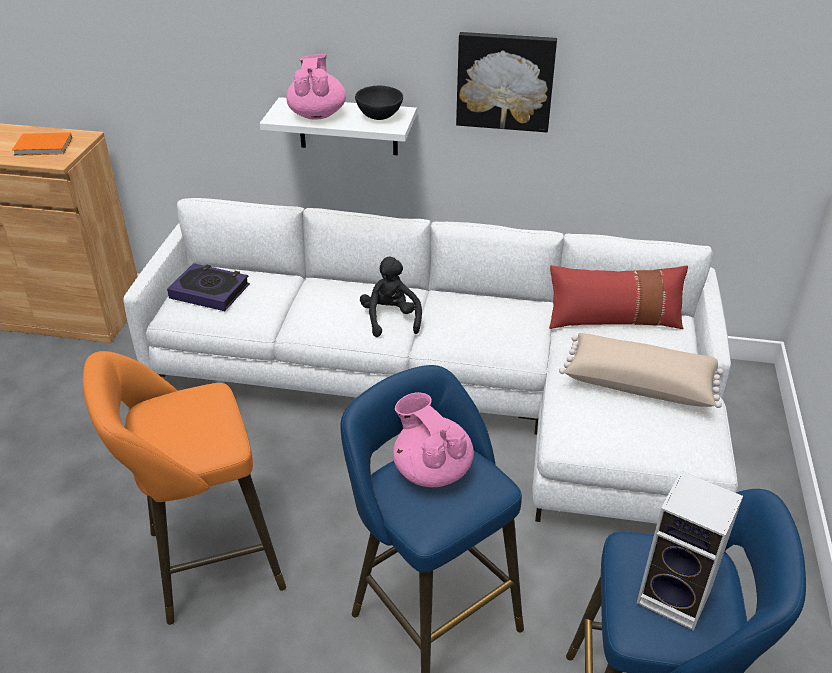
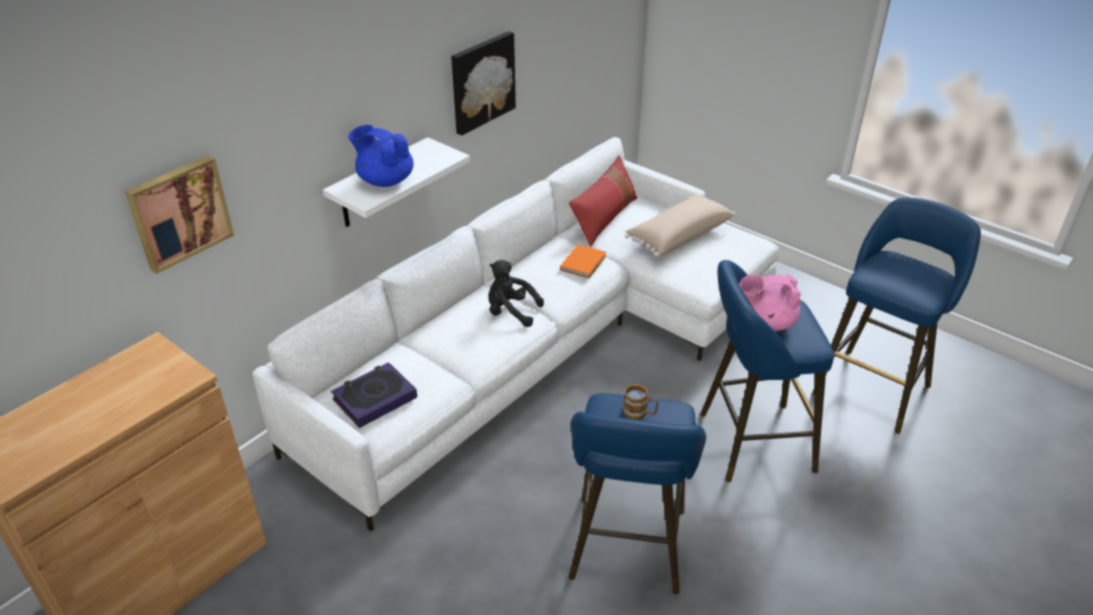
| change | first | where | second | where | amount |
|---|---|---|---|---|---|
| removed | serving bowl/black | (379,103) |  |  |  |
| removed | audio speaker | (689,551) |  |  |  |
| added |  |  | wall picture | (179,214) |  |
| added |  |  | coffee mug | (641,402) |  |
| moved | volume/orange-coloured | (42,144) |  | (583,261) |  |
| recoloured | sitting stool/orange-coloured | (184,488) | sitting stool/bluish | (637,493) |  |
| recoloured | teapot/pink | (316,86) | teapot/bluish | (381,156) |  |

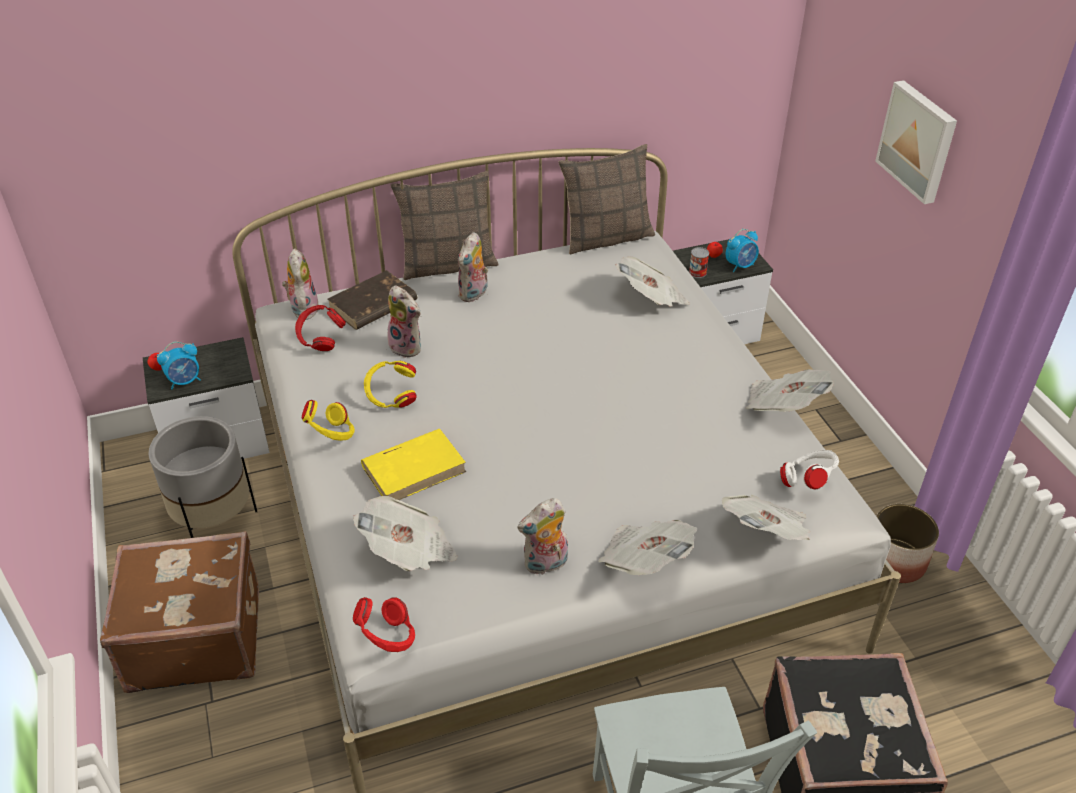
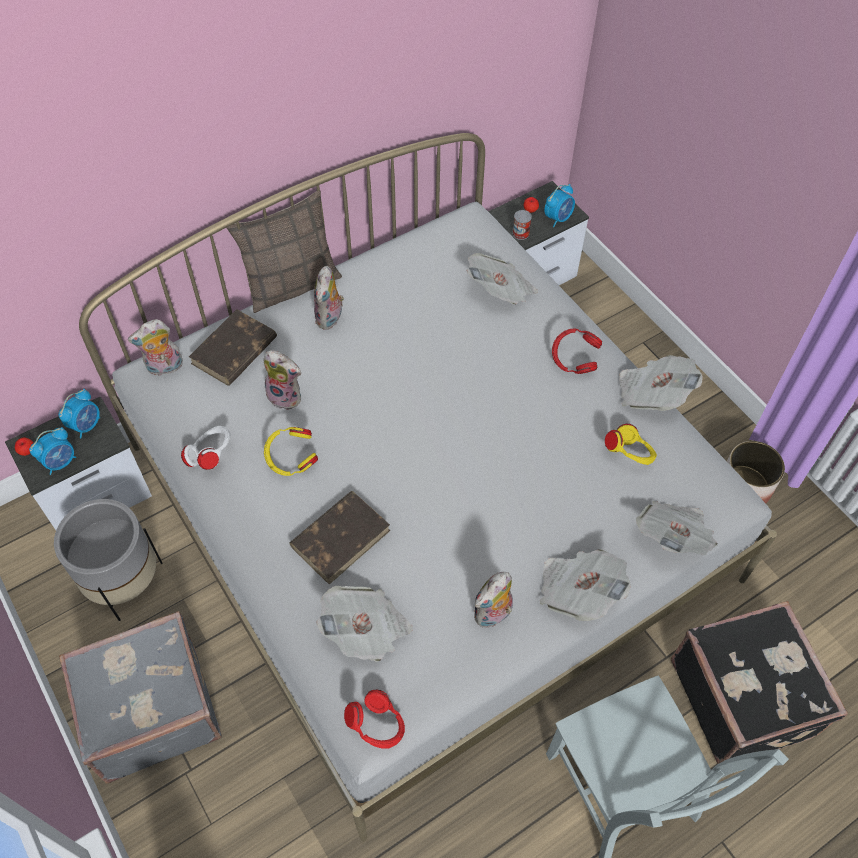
| change | first | where | second | where | amount |
|---|---|---|---|---|---|
| removed | cushion | (607,199) |  |  |  |
| removed | wall picture | (916,142) |  |  |  |
| added |  |  | alarm clock | (79,414) |  |
| moved | headset/reddish | (320,328) |  | (577,351) |  |
| moved | headset/yellow-coloured | (328,420) |  | (631,444) |  |
| moved | headset/white-coloured | (809,470) |  | (206,448) |  |
| recoloured | suitcase/brown | (179,612) | suitcase/grey | (140,697) |  |
| recoloured | volume/yellow-coloured | (413,464) | volume/brown | (339,537) |  |
| turned | soft toy | (300,284) |  | (155,347) | 90 degrees counterclockwise |

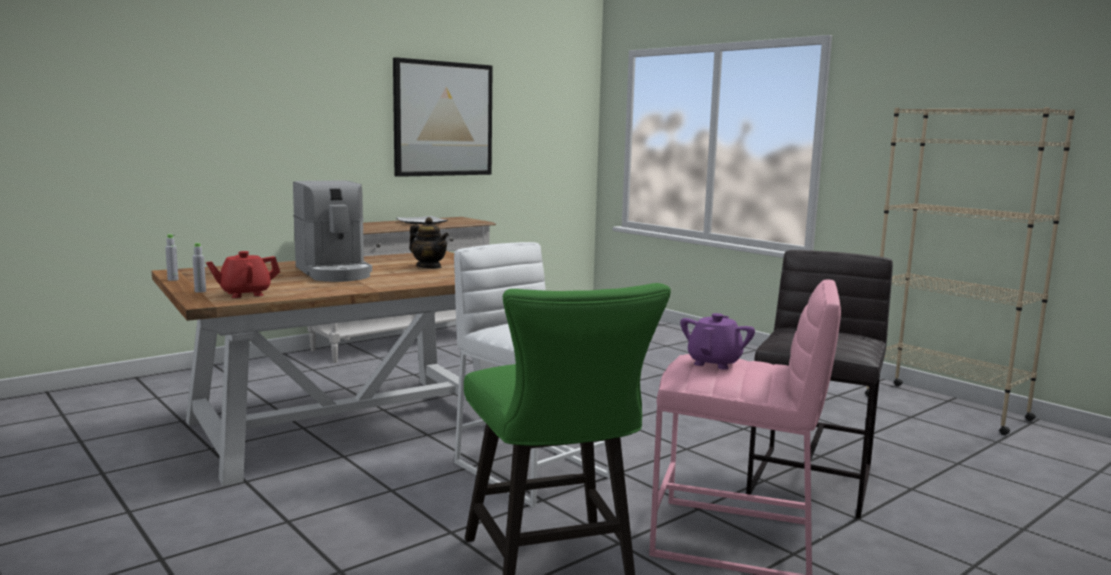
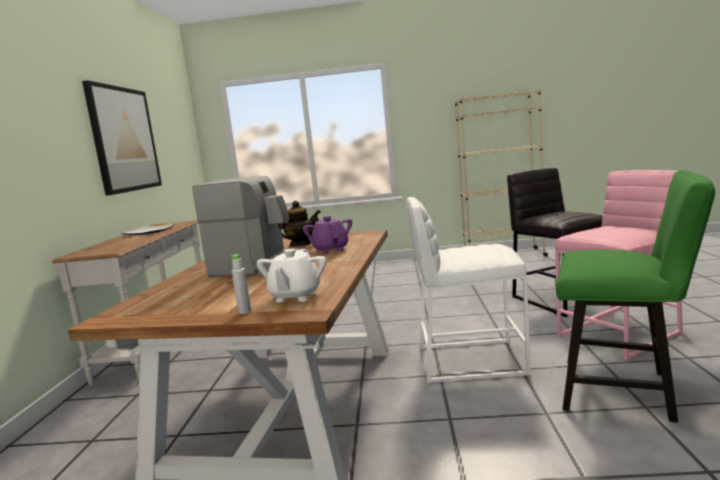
| change | first | where | second | where | amount |
|---|---|---|---|---|---|
| removed | drink bottle/grey | (172,257) |  |  |  |
| moved | teapot/purple-coloured | (717,341) |  | (327,235) |  |
| recoloured | teapot/reddish | (243,274) | teapot/white-coloured | (291,275) |  |

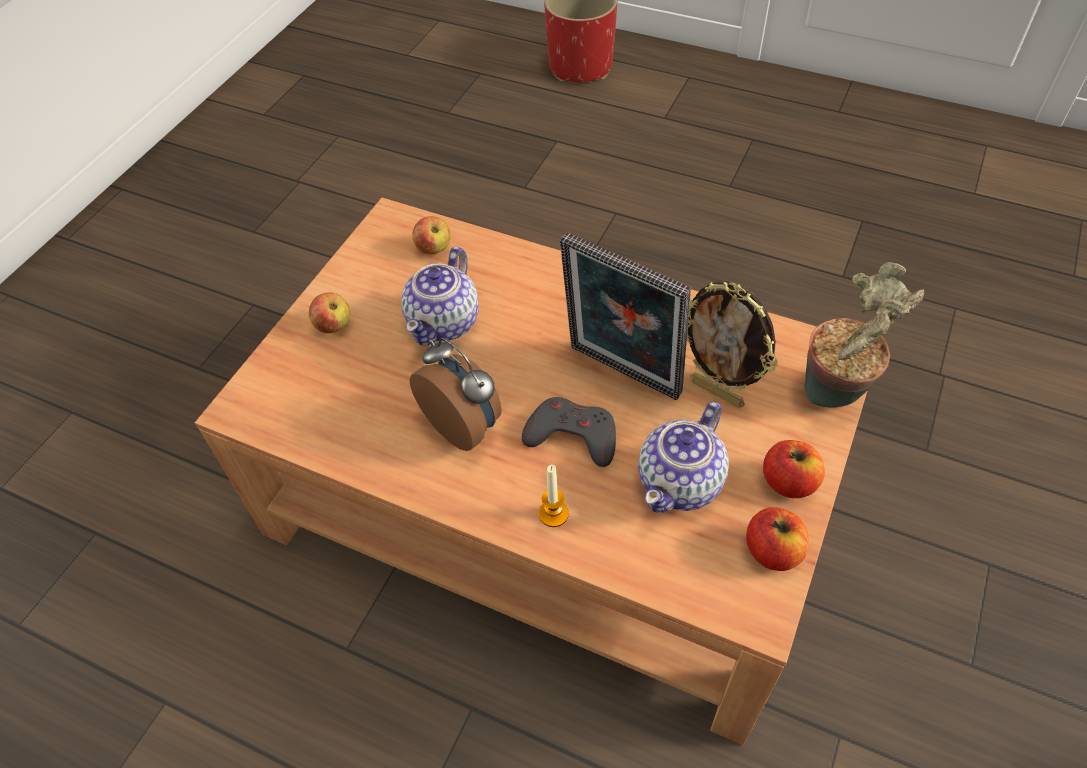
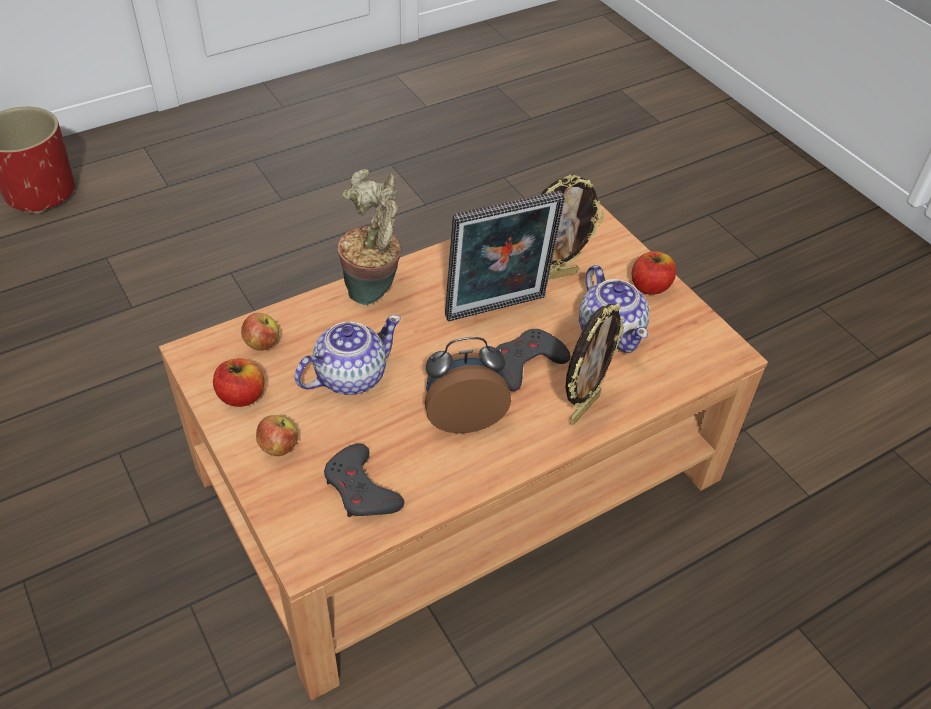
| change | first | where | second | where | amount |
|---|---|---|---|---|---|
| added |  |  | game controller/grey | (364,480) |  |
| moved | apple fruit | (777,539) |  | (239,382) |  |
| moved | plant in a pot | (864,335) |  | (369,237) |  |
| replaced | wax candle | (554,496) | standing frame | (594,364) |  |
| turned | teapot | (440,296) |  | (347,355) | 90 degrees counterclockwise |

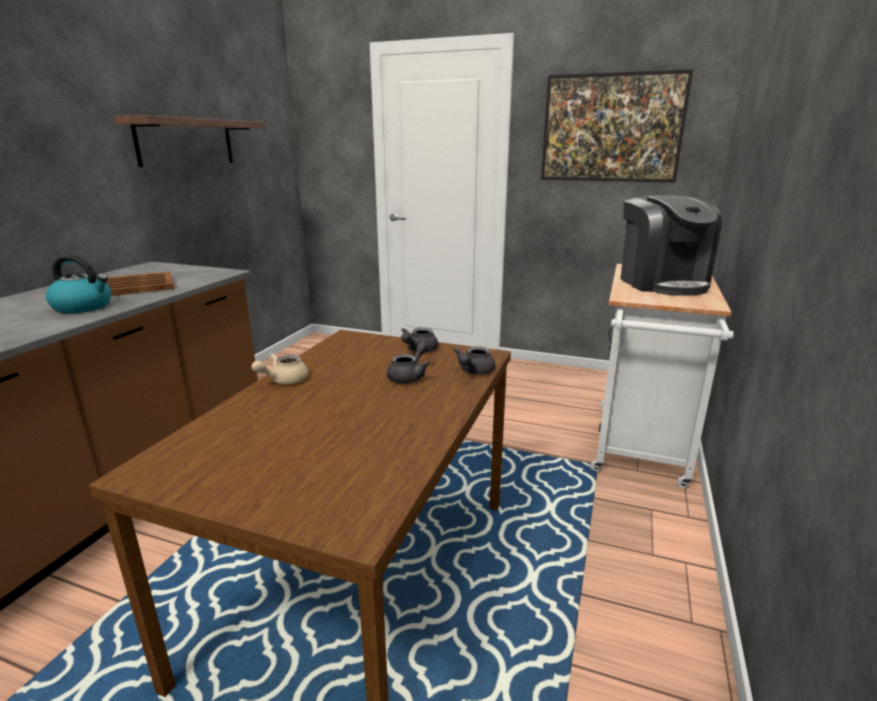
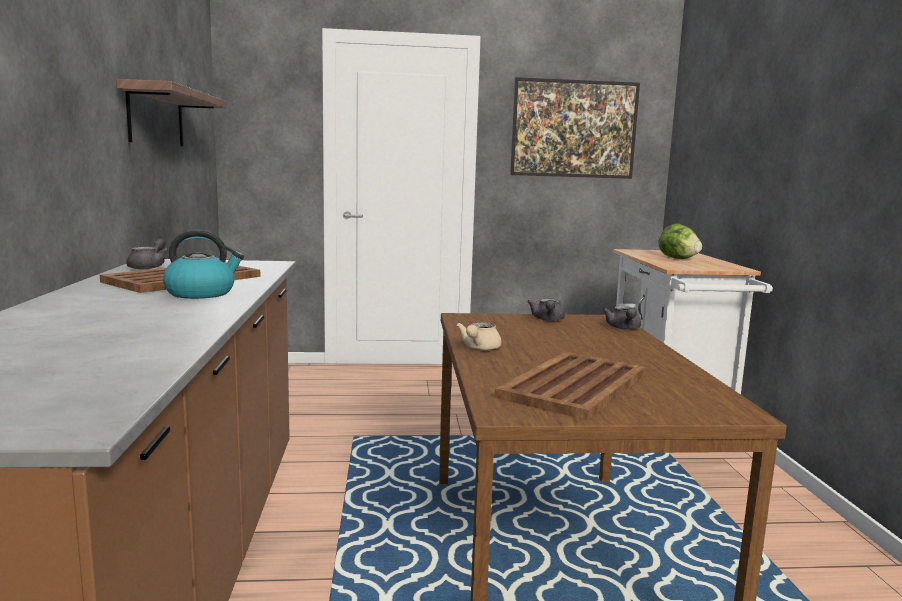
| change | first | where | second | where | amount |
|---|---|---|---|---|---|
| added |  |  | tray/brown | (570,386) |  |
| moved | teapot/grey | (408,362) |  | (147,254) |  |
| replaced | coffee machine | (671,246) | head of lettuce | (680,241) |  |

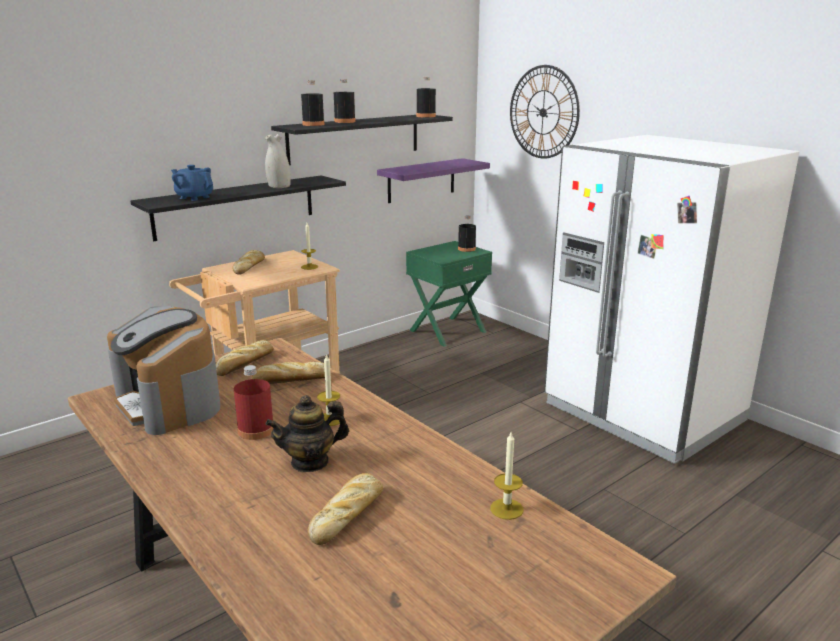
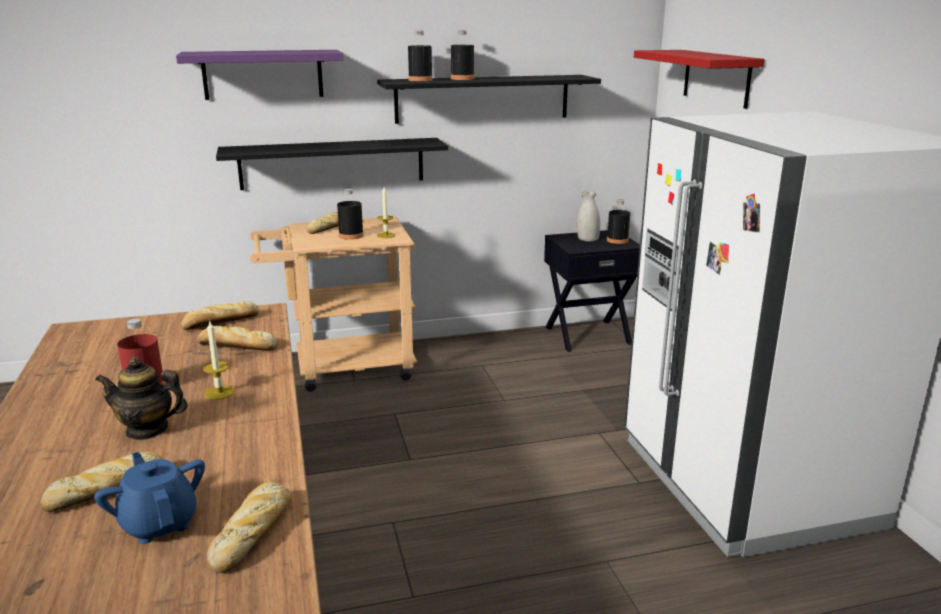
| change | first | where | second | where | amount |
|---|---|---|---|---|---|
| removed | coffee machine | (163,370) |  |  |  |
| moved | teapot/bluish | (192,183) |  | (149,498) |  |
| moved | vase/white-coloured | (278,161) |  | (588,216) |  |
| moved | bracket shelf/purple-coloured | (433,180) |  | (259,75) |  |
| moved | drink bottle/black | (426,97) |  | (350,214) |  |
| replaced | wax candle | (506,476) | bread | (249,527) |  |
| replaced | clock on the wall | (545,112) | bracket shelf/reddish | (699,79) |  |
| recoloured | nightstand/greenish | (449,294) | nightstand/black | (592,291) |  |

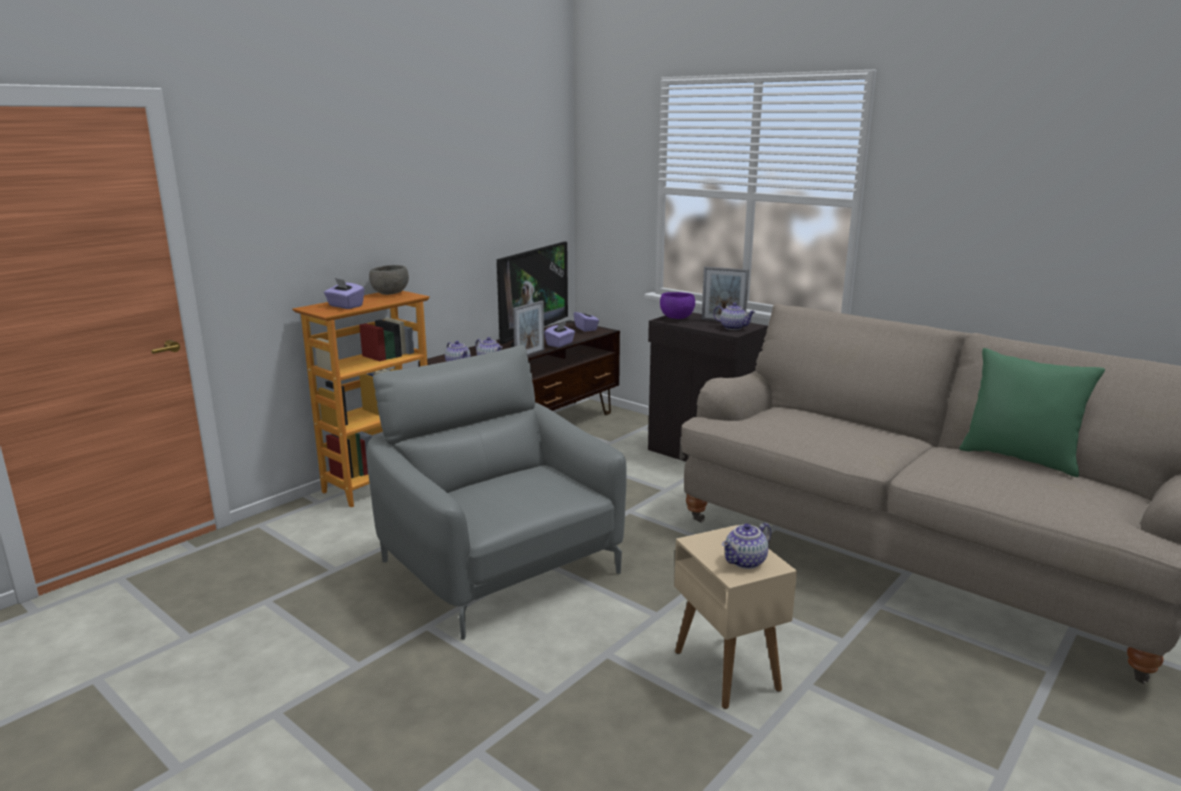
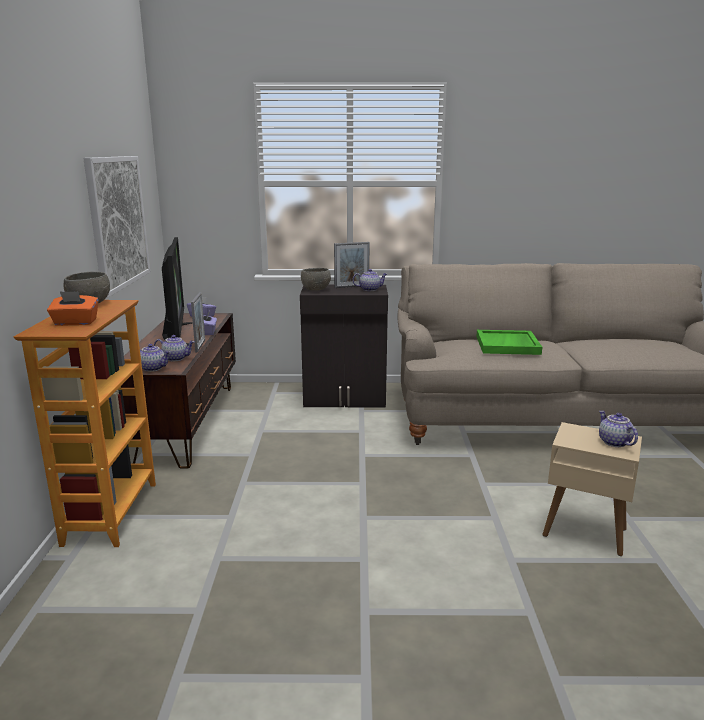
| change | first | where | second | where | amount |
|---|---|---|---|---|---|
| removed | armchair/grey | (497,492) |  |  |  |
| removed | cushion/greenish | (1032,412) |  |  |  |
| added |  |  | wall picture | (116,227) |  |
| added |  |  | tray/greenish | (509,342) |  |
| recoloured | tissue holder/purple-coloured | (344,293) | tissue holder/orange-coloured | (72,308) |  |
| recoloured | serving bowl/purple-coloured | (677,305) | serving bowl/grey | (316,279) |  |
| turned | teapot | (746,546) |  | (618,429) | 150 degrees clockwise |

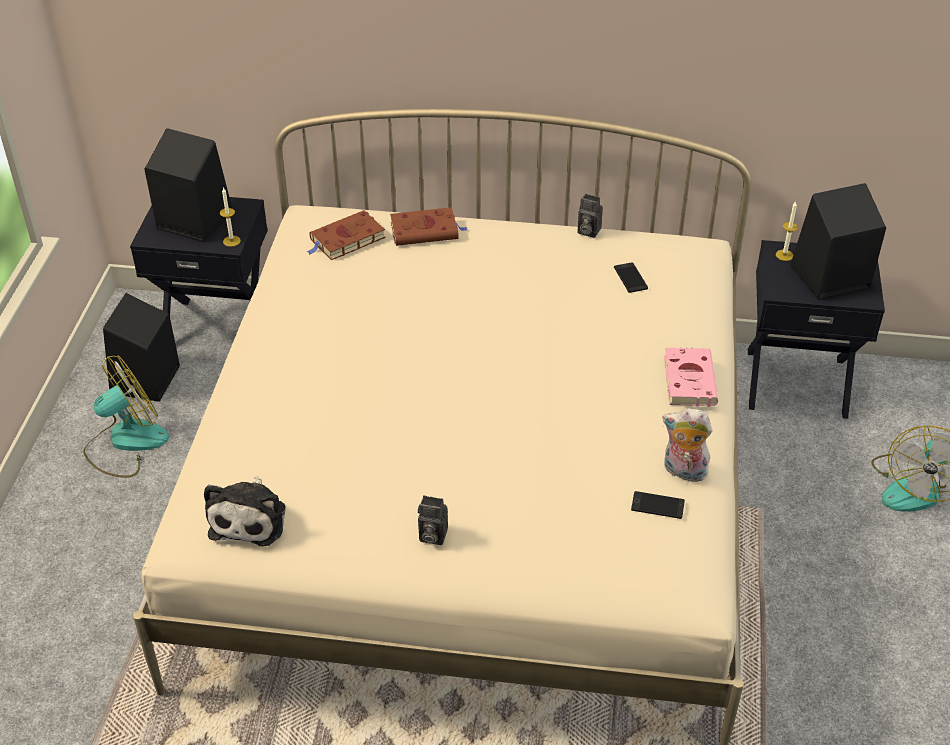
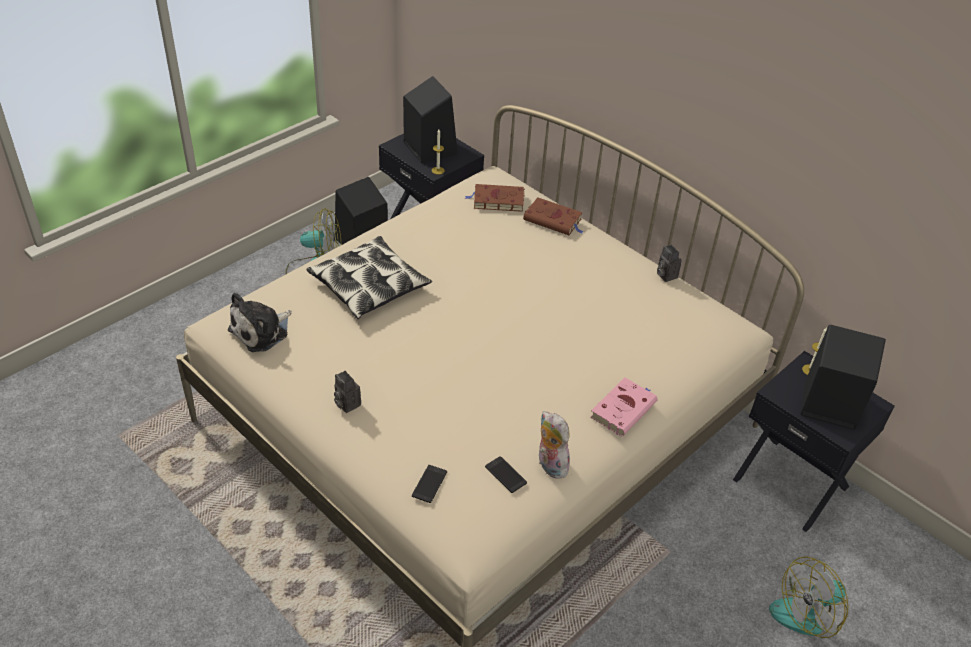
| change | first | where | second | where | amount |
|---|---|---|---|---|---|
| added |  |  | cushion | (369,277) |  |
| moved | handset | (631,277) |  | (429,484) |  |

